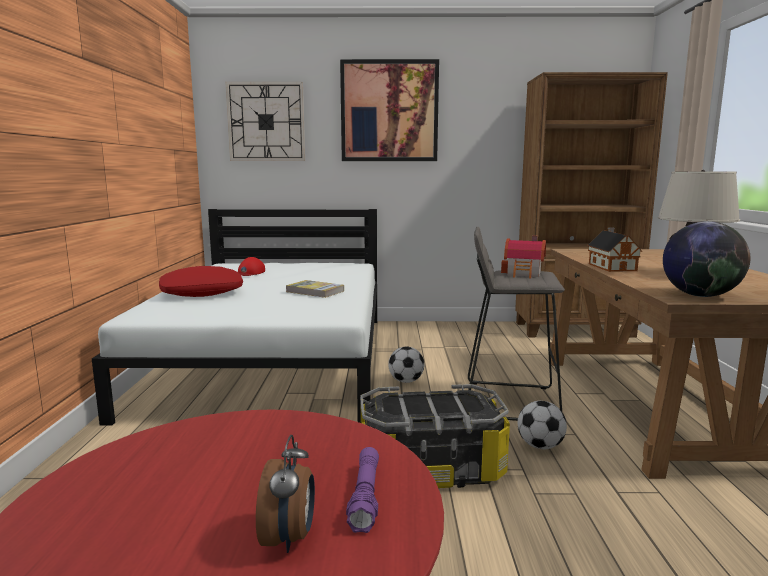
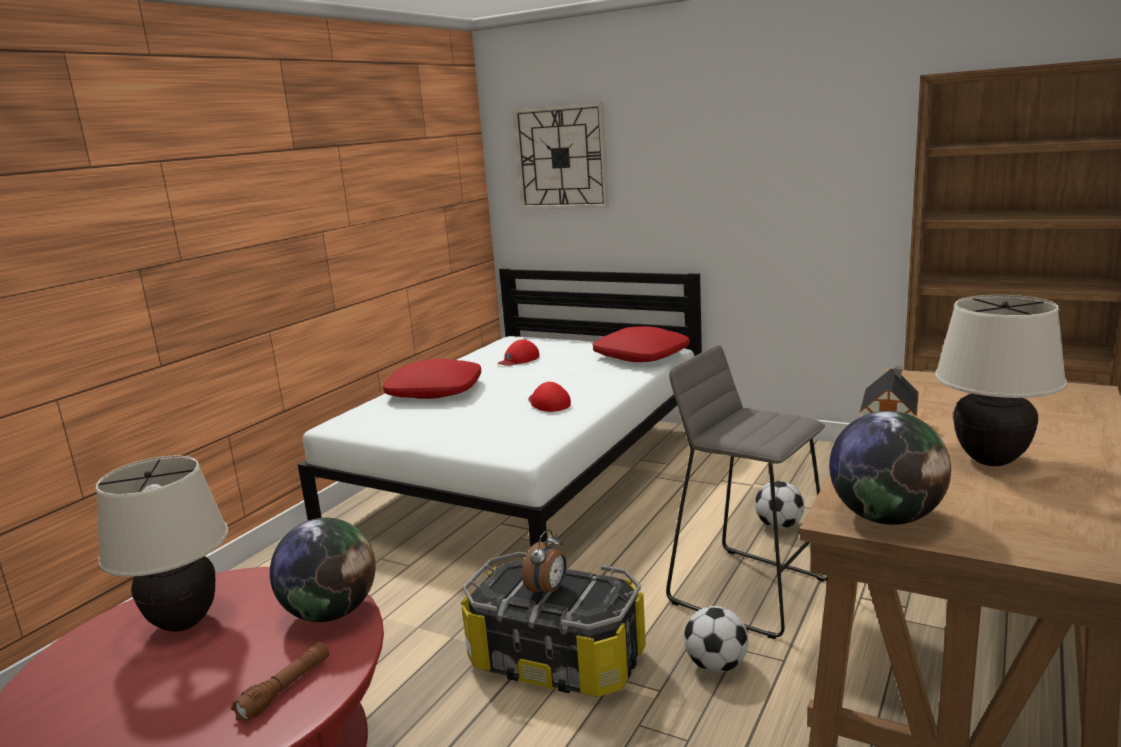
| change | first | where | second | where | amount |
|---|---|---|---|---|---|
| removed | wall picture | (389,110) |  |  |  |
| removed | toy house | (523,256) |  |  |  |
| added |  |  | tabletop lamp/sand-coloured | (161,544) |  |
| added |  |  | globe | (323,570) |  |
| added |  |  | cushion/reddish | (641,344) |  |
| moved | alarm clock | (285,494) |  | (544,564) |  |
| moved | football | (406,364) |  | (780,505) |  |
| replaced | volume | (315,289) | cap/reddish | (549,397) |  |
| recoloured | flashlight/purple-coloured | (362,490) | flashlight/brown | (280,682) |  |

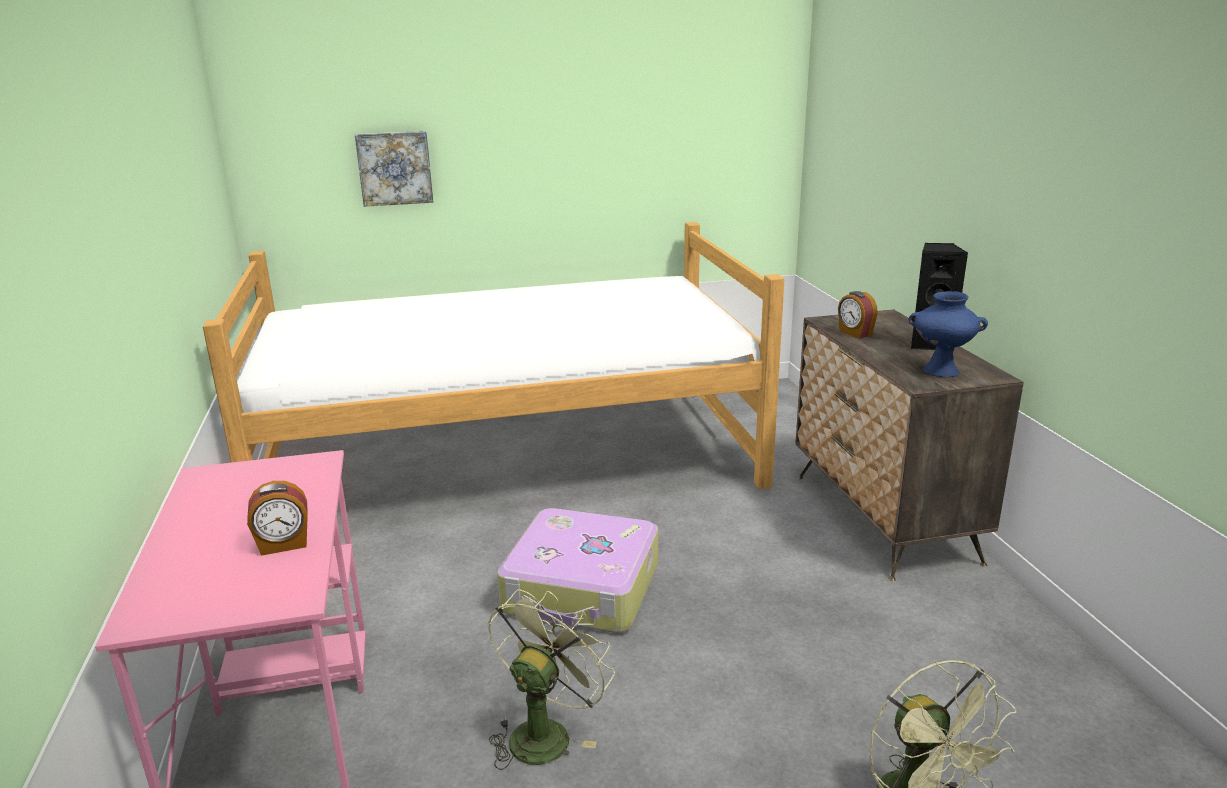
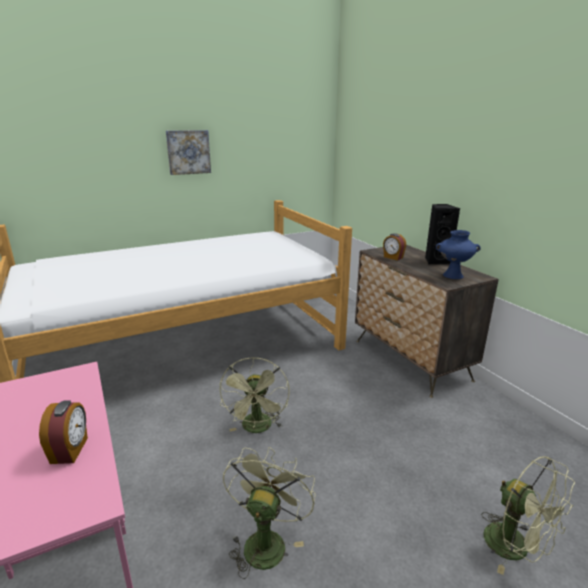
| change | first | where | second | where | amount |
|---|---|---|---|---|---|
| moved | wall picture | (394,169) |  | (188,152) |  |
| replaced | suitcase | (577,570) | fan/greenish | (254,395) |  |
| turned | alarm clock | (277,518) |  | (63,432) | 60 degrees counterclockwise |

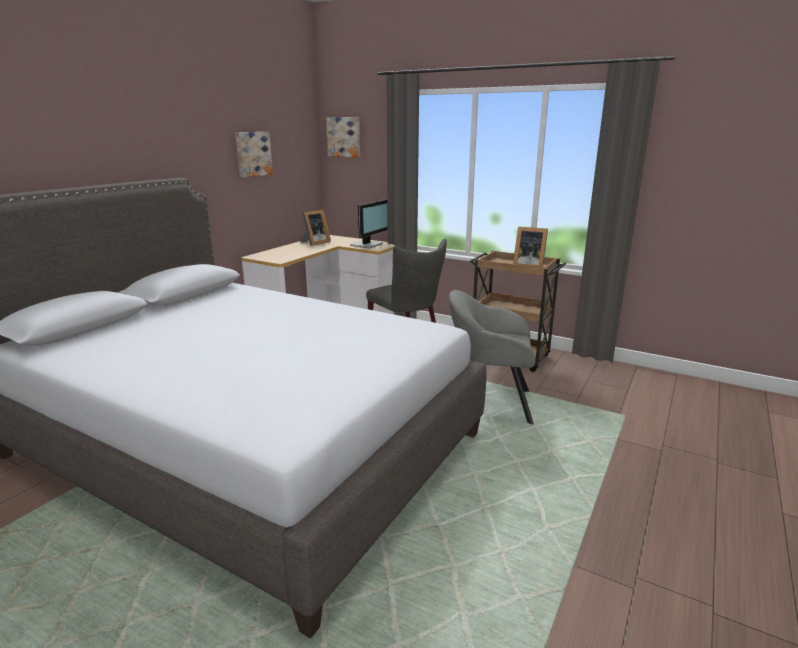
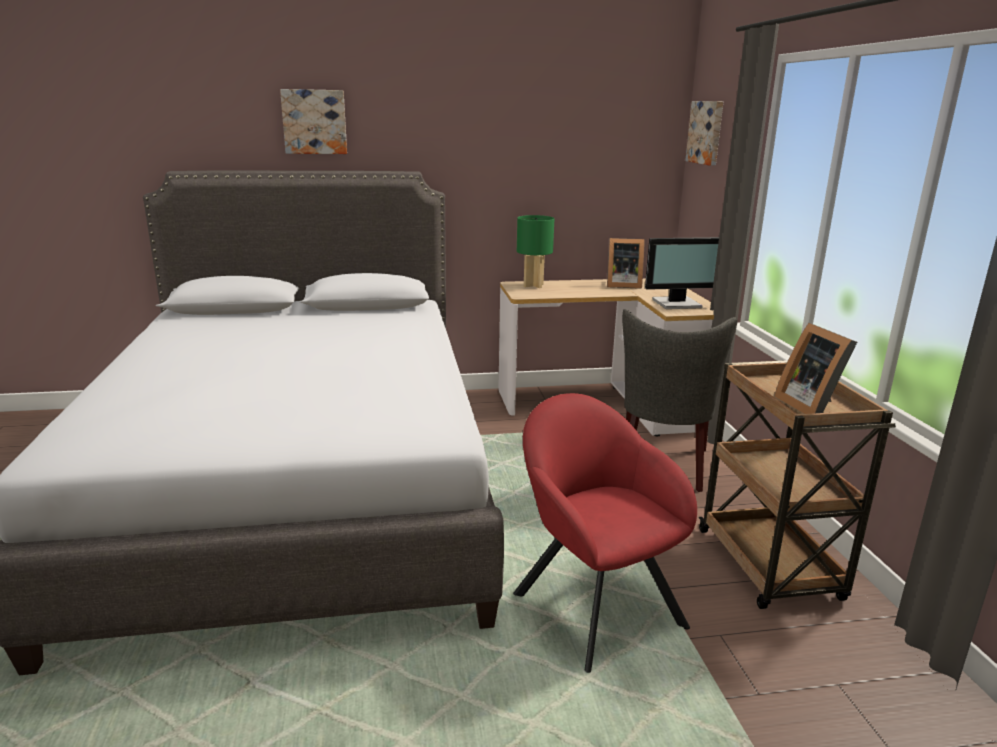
| change | first | where | second | where | amount |
|---|---|---|---|---|---|
| added |  |  | tabletop lamp/greenish | (535,251) |  |
| moved | wall picture | (254,155) |  | (313,121) |  |
| recoloured | armchair/grey | (492,357) | armchair/reddish | (605,533) |  |

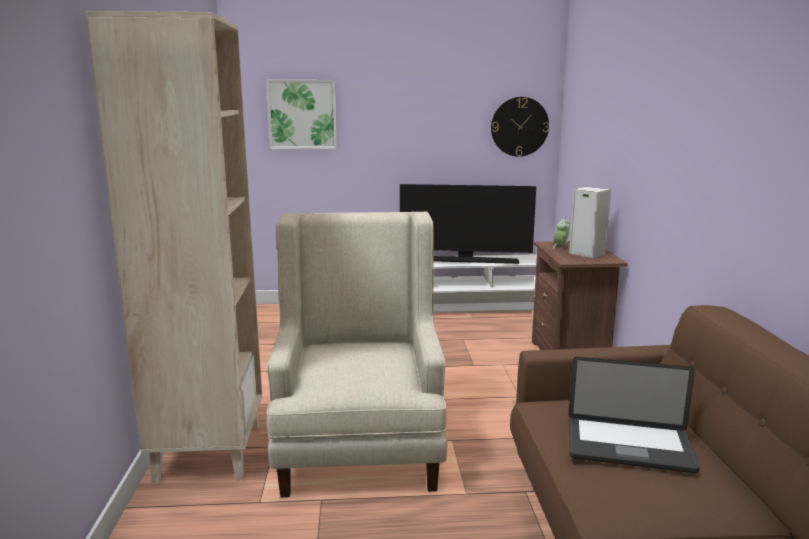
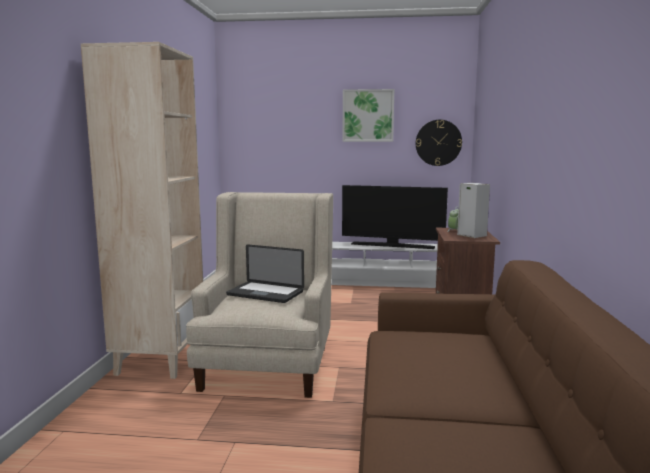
| change | first | where | second | where | amount |
|---|---|---|---|---|---|
| moved | wall picture | (301,114) |  | (368,115) |  |
| moved | laptop | (634,415) |  | (265,274) |  |

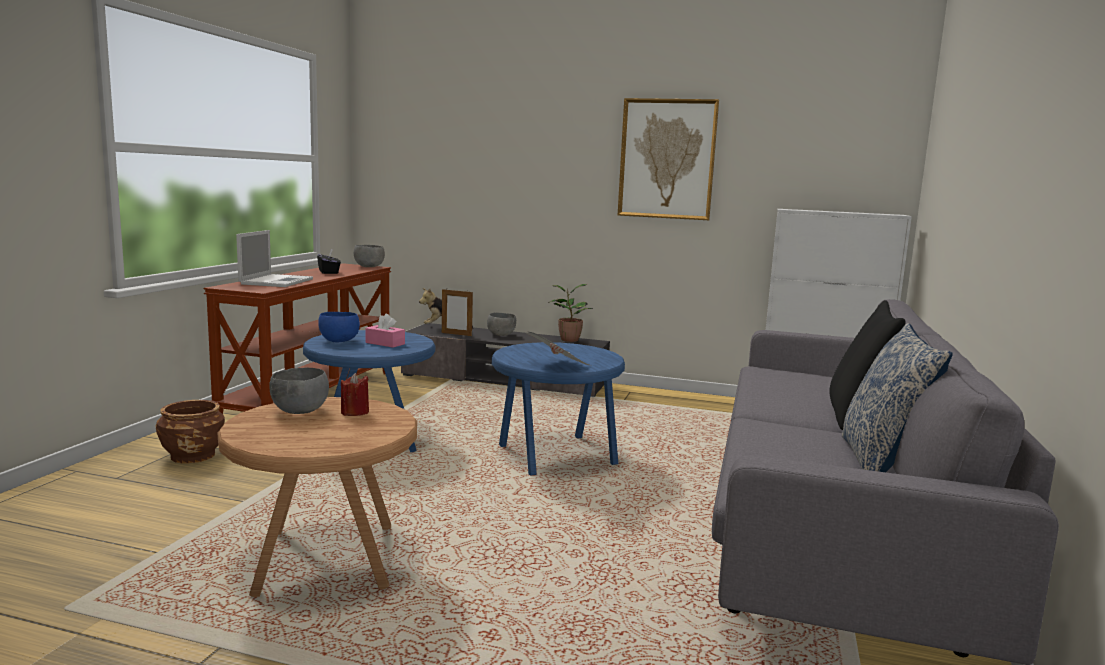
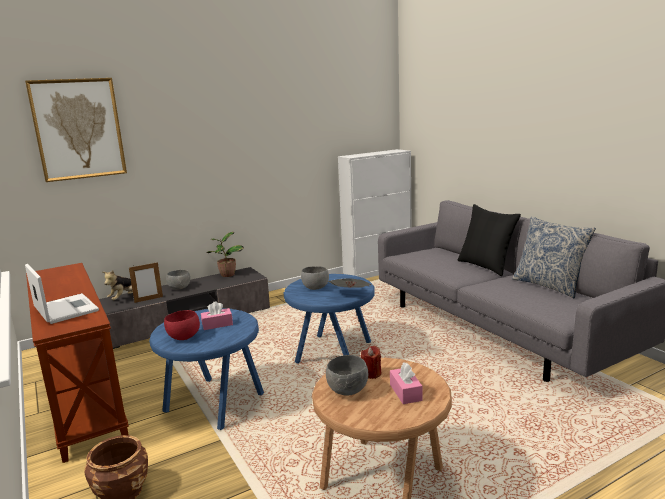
| change | first | where | second | where | amount |
|---|---|---|---|---|---|
| removed | tissue holder/black | (329,261) |  |  |  |
| added |  |  | tissue holder/pink | (406,383) |  |
| moved | serving bowl/grey | (369,256) |  | (315,278) |  |
| moved | wall picture | (668,159) |  | (76,130) |  |
| recoloured | serving bowl/bluish | (339,327) | serving bowl/reddish | (182,325) |  |

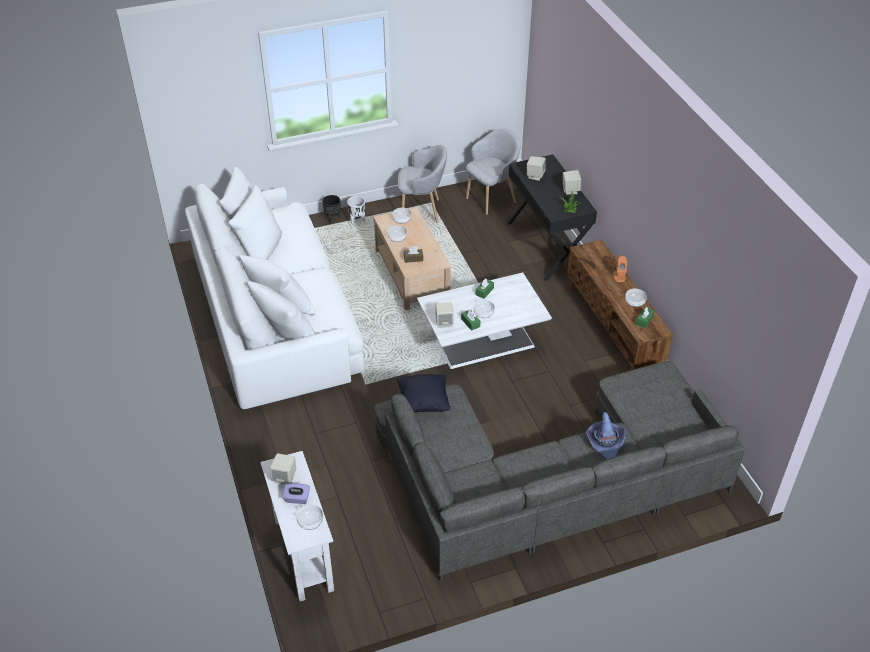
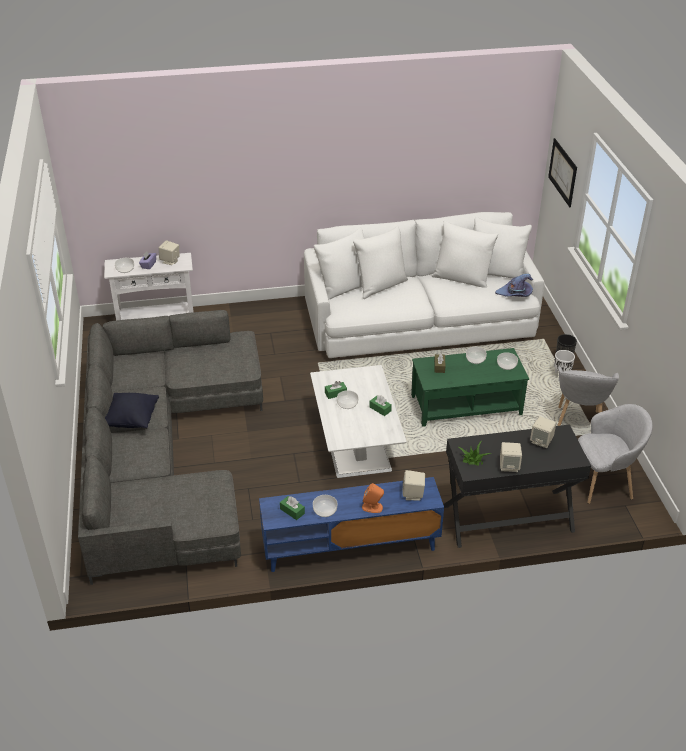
| change | first | where | second | where | amount |
|---|---|---|---|---|---|
| added |  |  | wall picture | (562,172) |  |
| moved | cushion/black | (424,393) |  | (132,410) |  |
| moved | audio speaker/sand-coloured | (445,315) |  | (413,485) |  |
| moved | clothing hat/purple-coloured | (606,435) |  | (514,285) |  |
| recoloured | lounge table/sand-coloured | (412,258) | lounge table/greenish | (470,387) |  |
| recoloured | tv stand/brown | (620,305) | tv stand/bluish | (351,524) |  |
| turned | armchair/grey | (493,172) |  | (615,454) | 75 degrees counterclockwise |

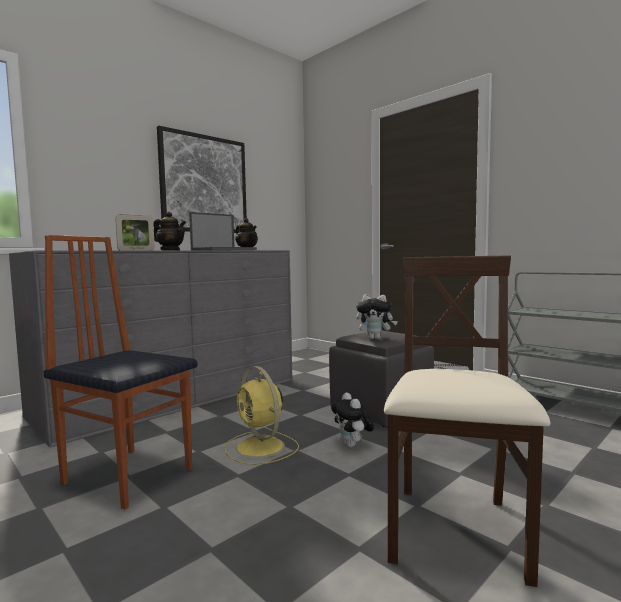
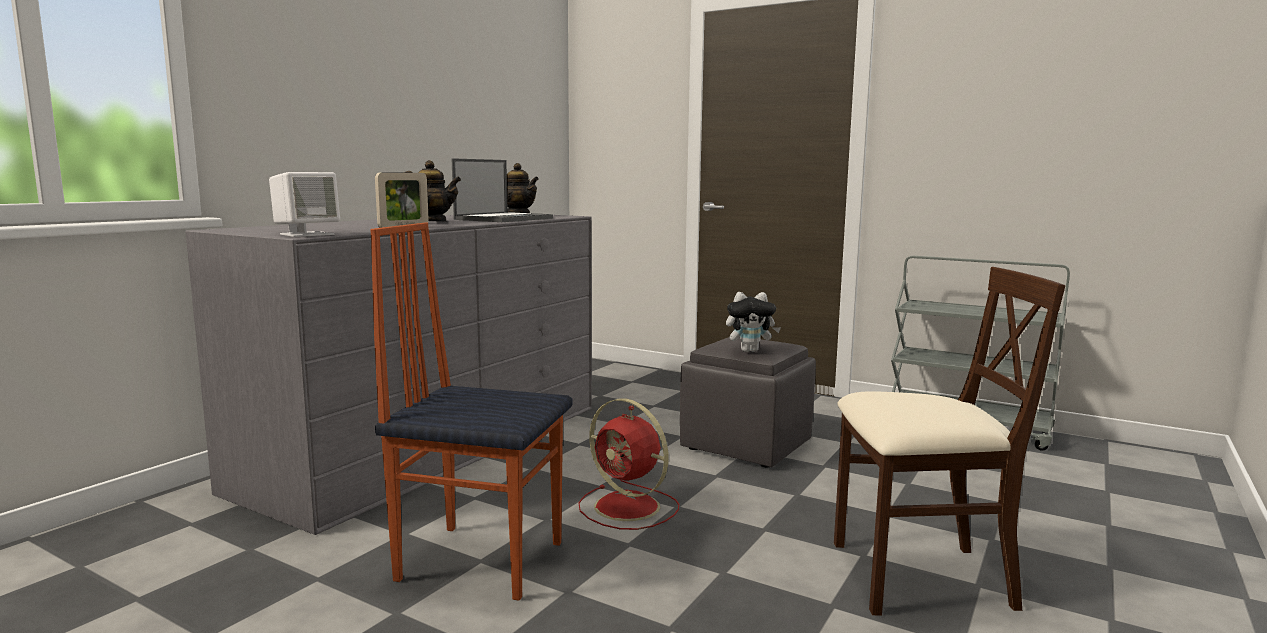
| change | first | where | second | where | amount |
|---|---|---|---|---|---|
| removed | wall picture | (202,179) |  |  |  |
| removed | soft toy | (352,420) |  |  |  |
| added |  |  | audio speaker/white-coloured | (304,204) |  |
| recoloured | fan/yellow-coloured | (261,415) | fan/reddish | (628,464) |  |
| turned | upright chair/sand-coloured | (467,421) |  | (949,441) | 90 degrees clockwise |

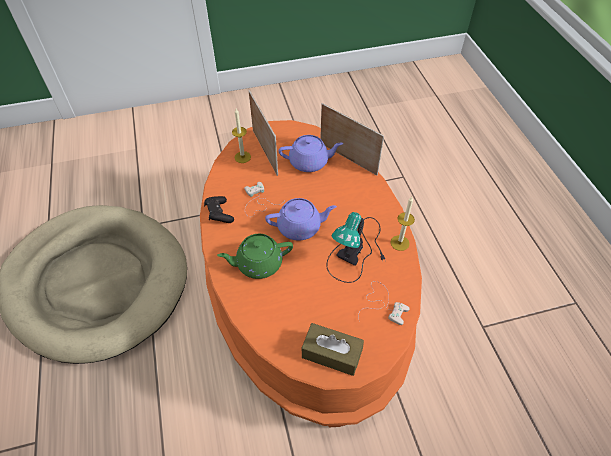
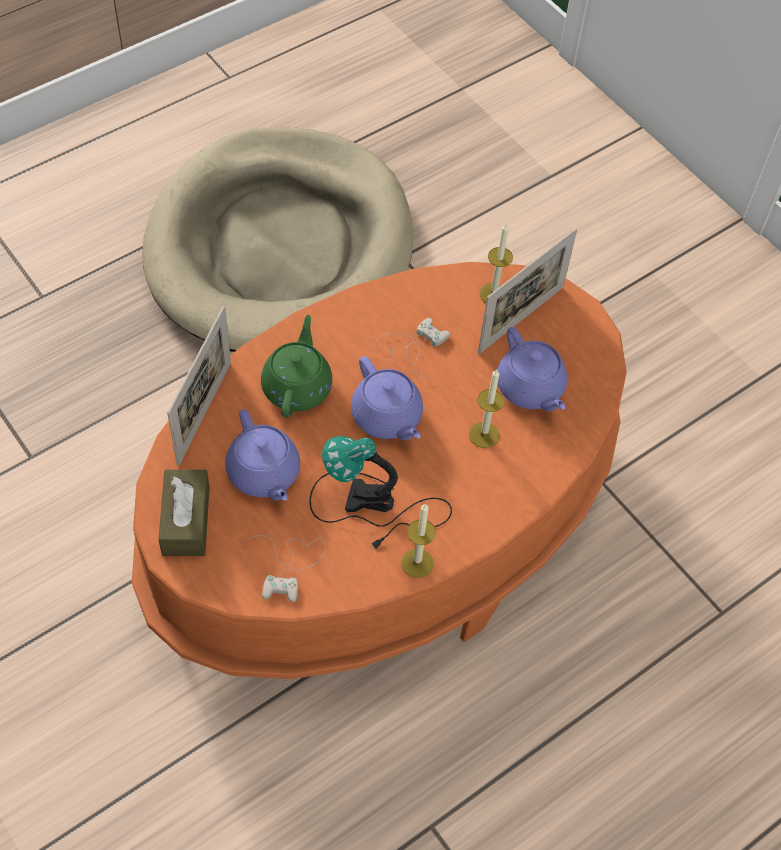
| change | first | where | second | where | amount |
|---|---|---|---|---|---|
| removed | game controller/black | (219,209) |  |  |  |
| added |  |  | teapot/purple-coloured | (262,455) |  |
| added |  |  | wax candle | (486,408) |  |
| moved | standing frame | (352,139) |  | (199,386) |  |
| turned | teapot/greenish | (255,256) |  | (296,366) | 45 degrees clockwise |

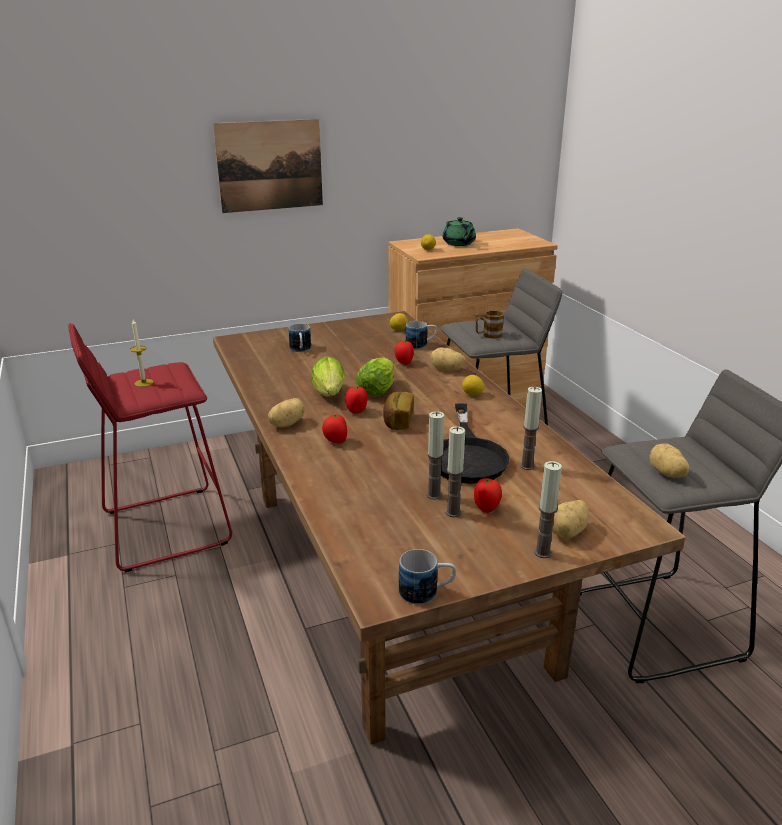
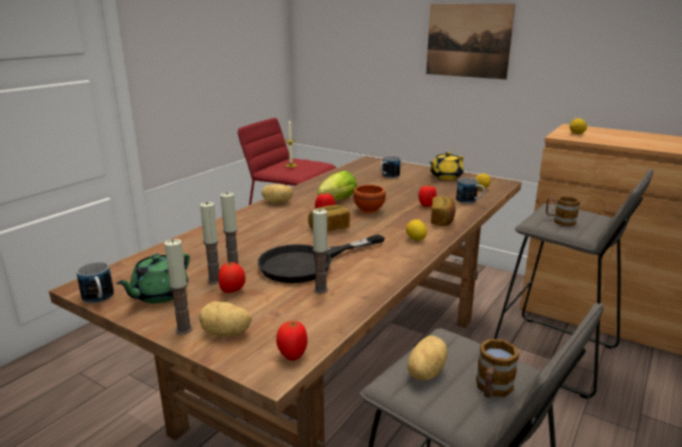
| change | first | where | second | where | amount |
|---|---|---|---|---|---|
| added |  |  | teapot/yellow-coloured | (446,166) |  |
| added |  |  | coffee mug | (497,368) |  |
| moved | whole tomato | (334,429) |  | (291,340) |  |
| moved | teapot/greenish | (459,231) |  | (153,278) |  |
| replaced | head of lettuce | (375,376) | serving bowl/brown | (369,199) |  |
| replaced | spud | (447,359) | bread | (443,211) |  |

